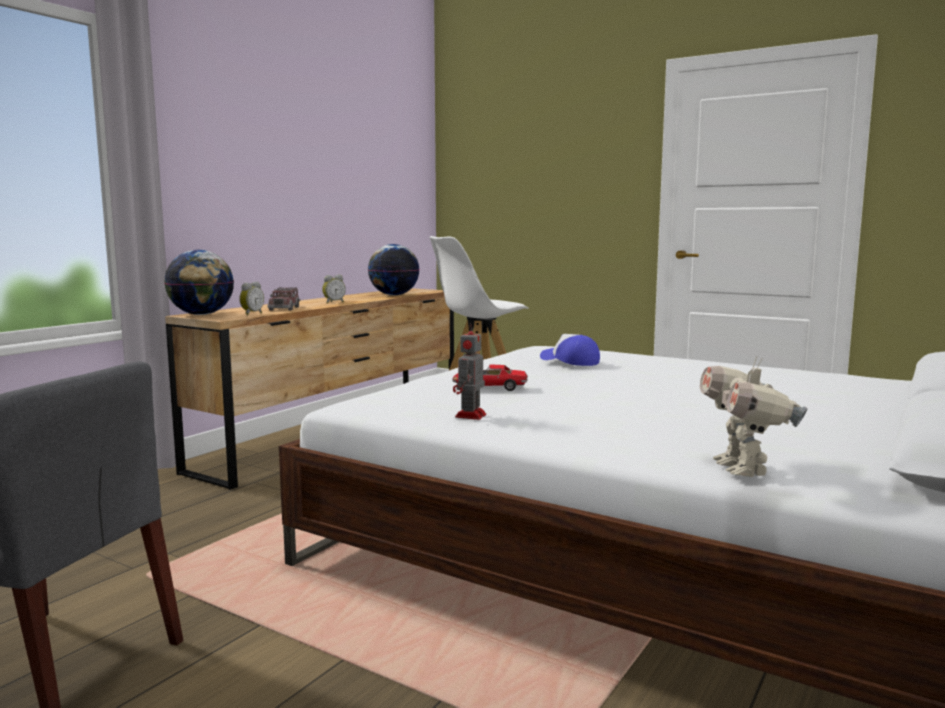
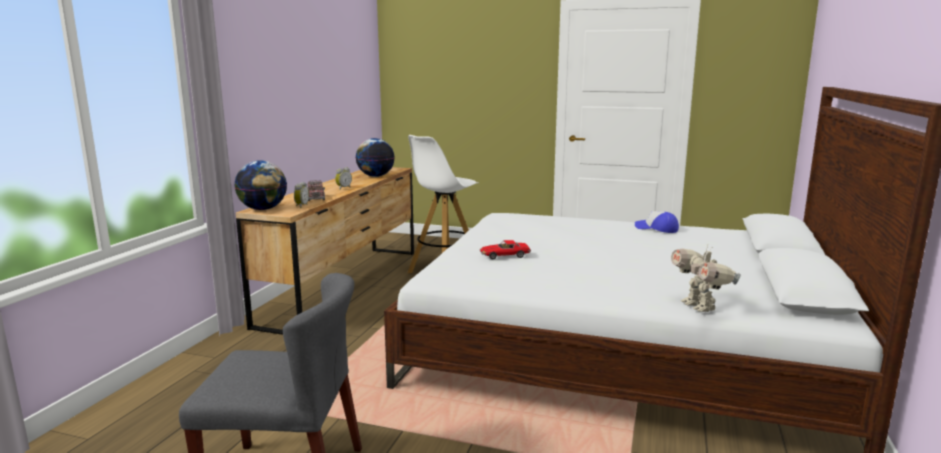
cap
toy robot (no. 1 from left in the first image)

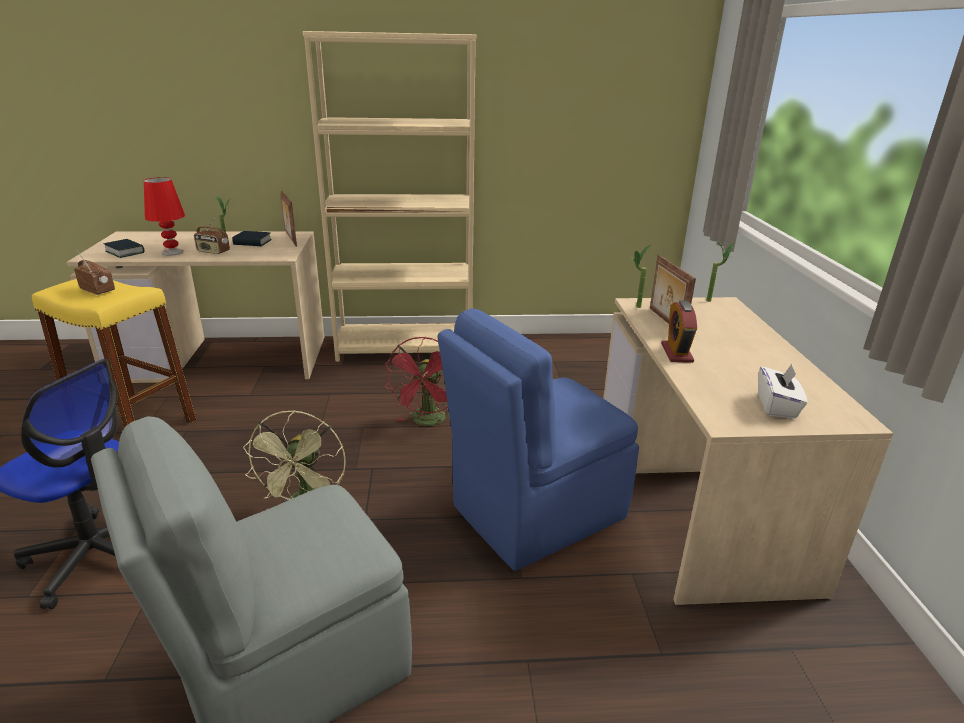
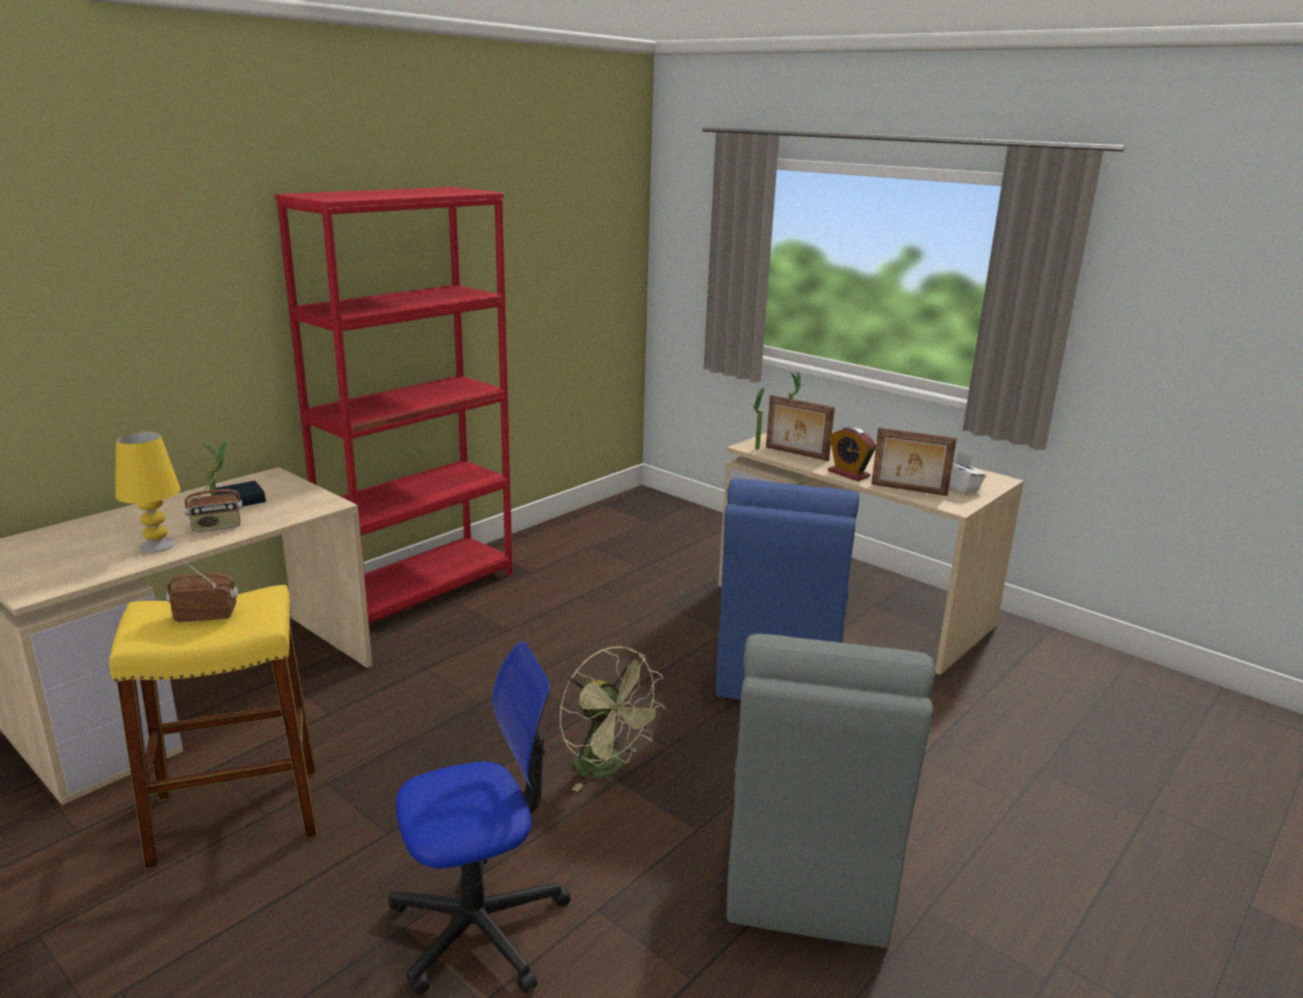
yellow table lamp
red bookcase
picture frame (no. 2 from left)
book (no. 1 from left in the first image)
red fan

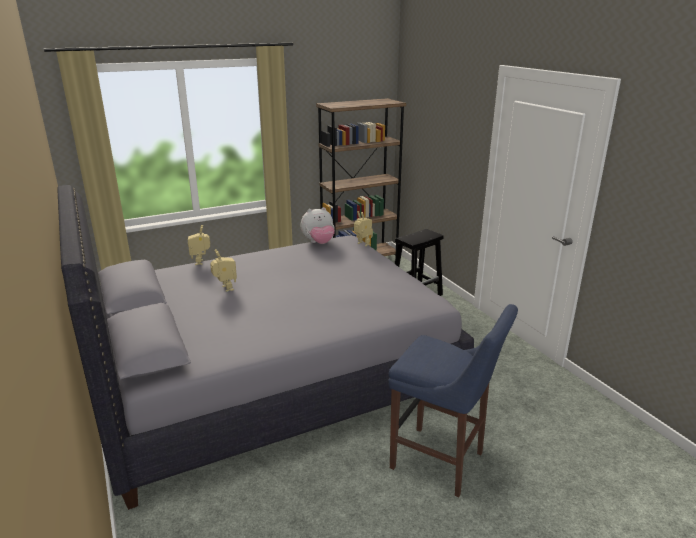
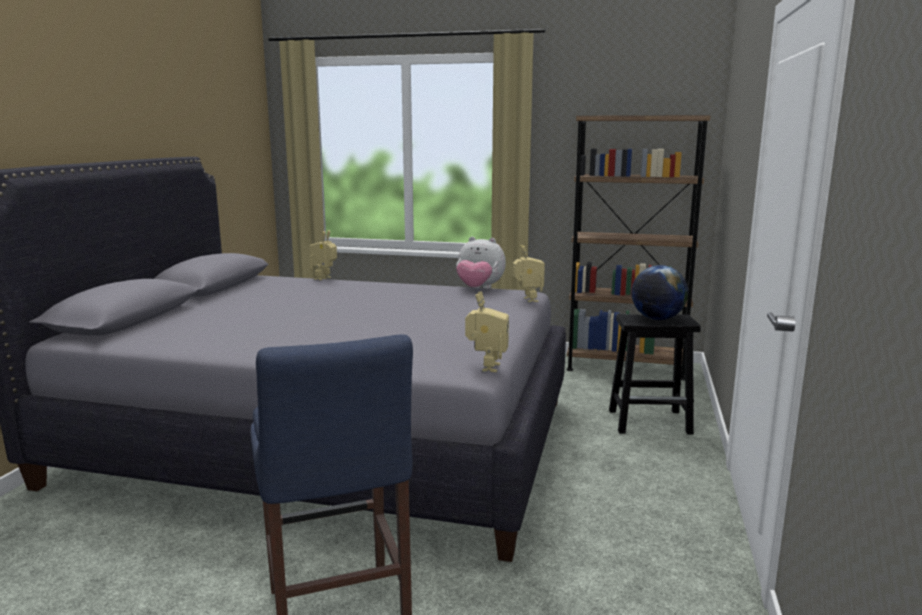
toy robot (no. 2 from left)
globe

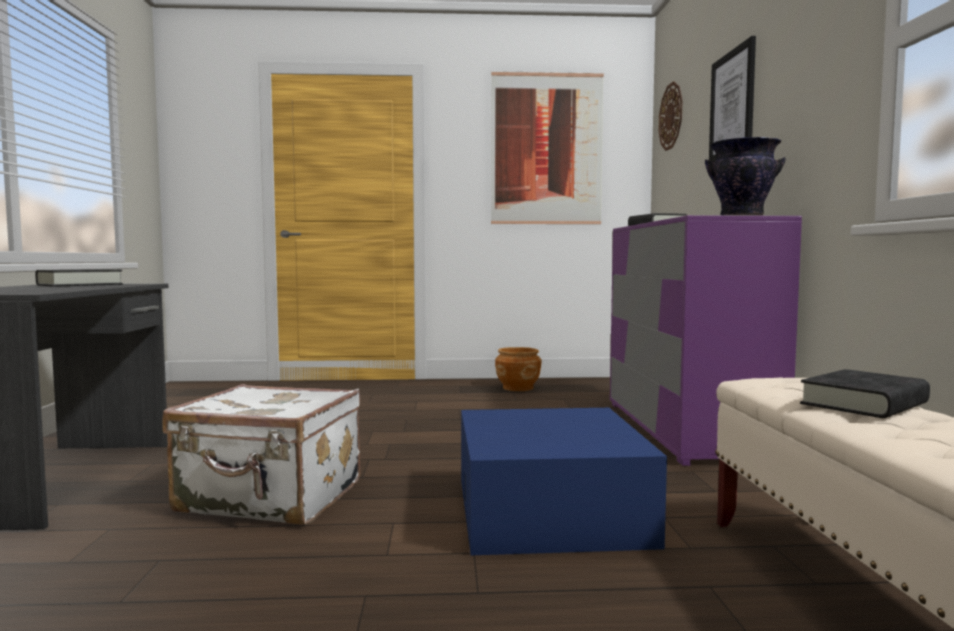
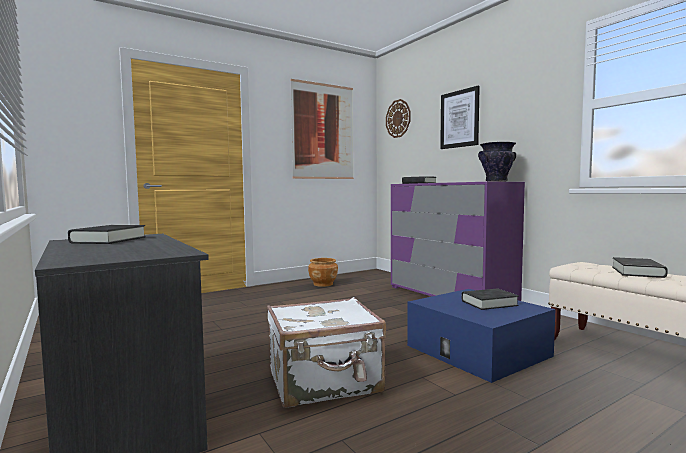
black book (no. 3 from left)

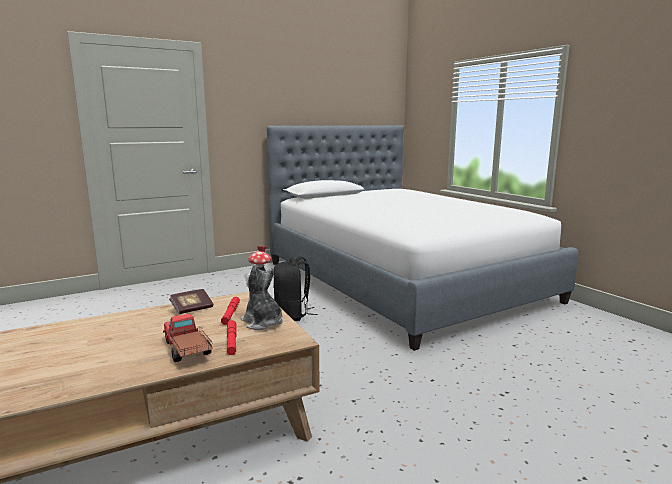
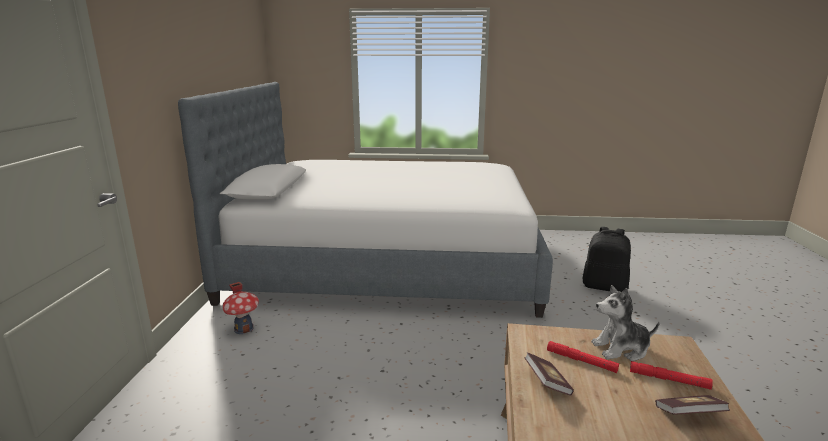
black backpack
book (no. 2 from left)

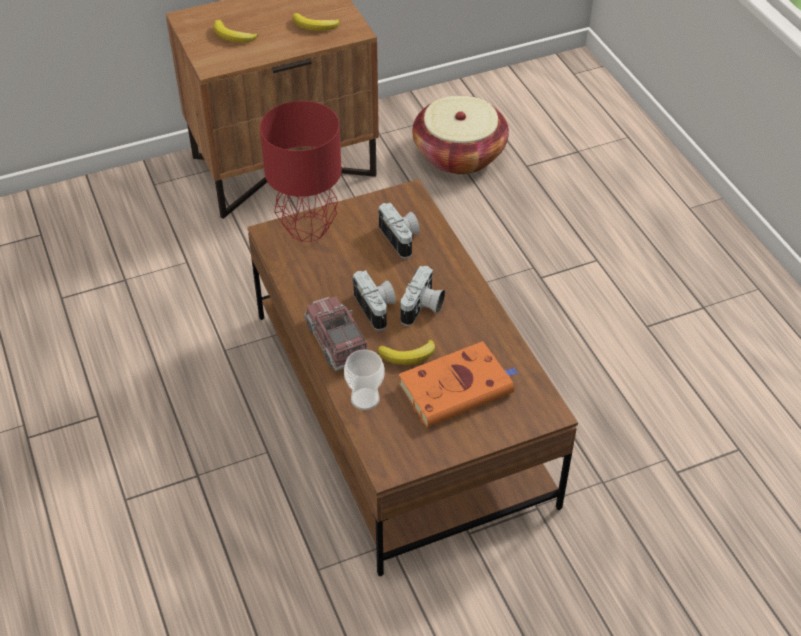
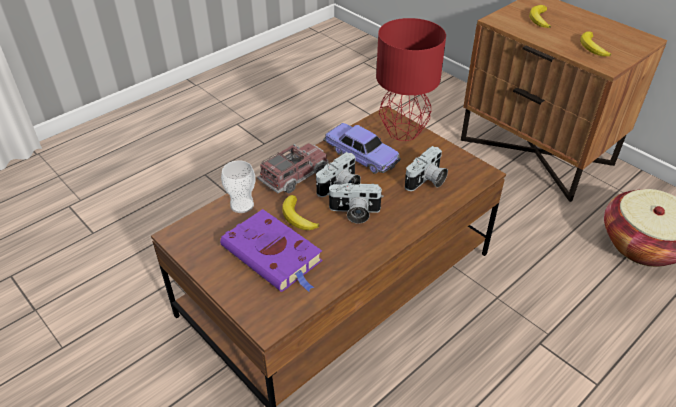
purple book
toy car

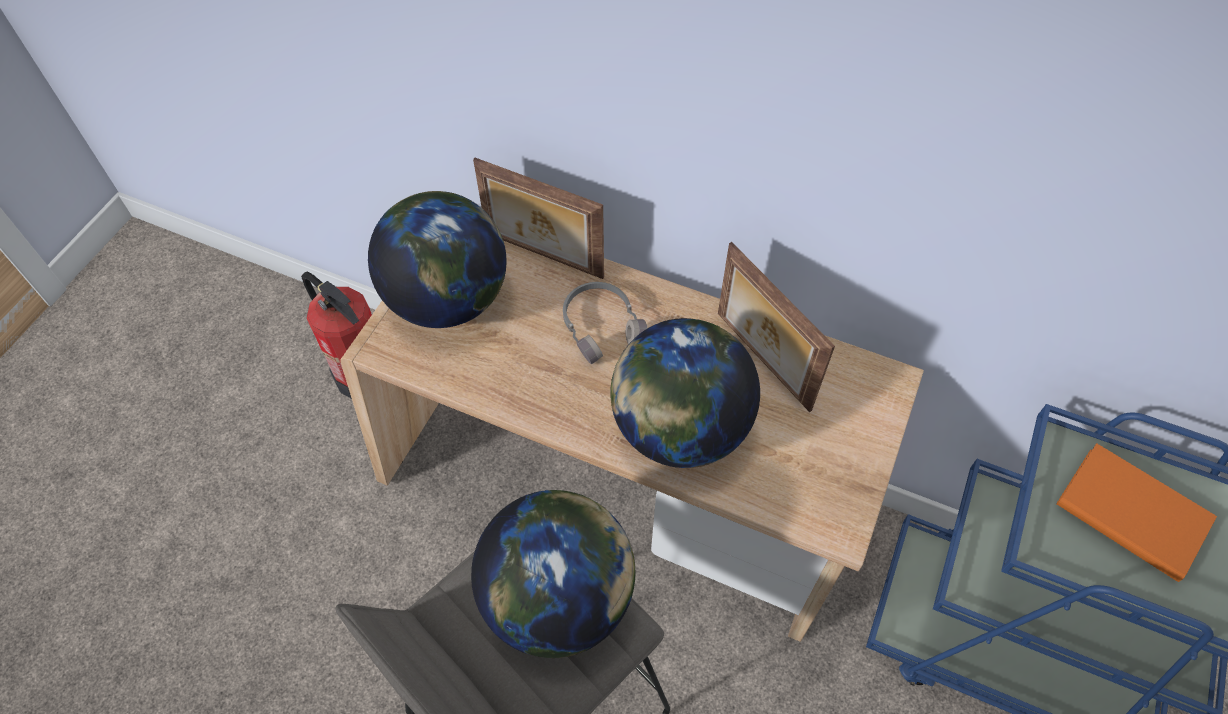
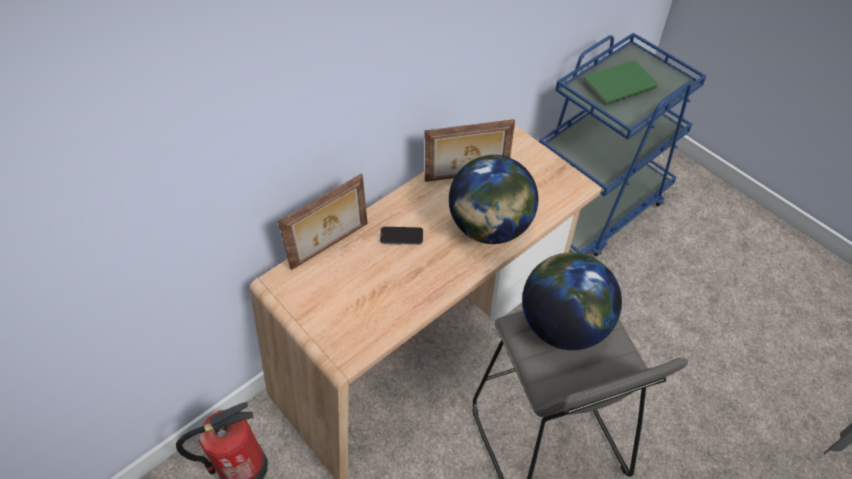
phone
green book
globe (no. 1 from left in the first image)

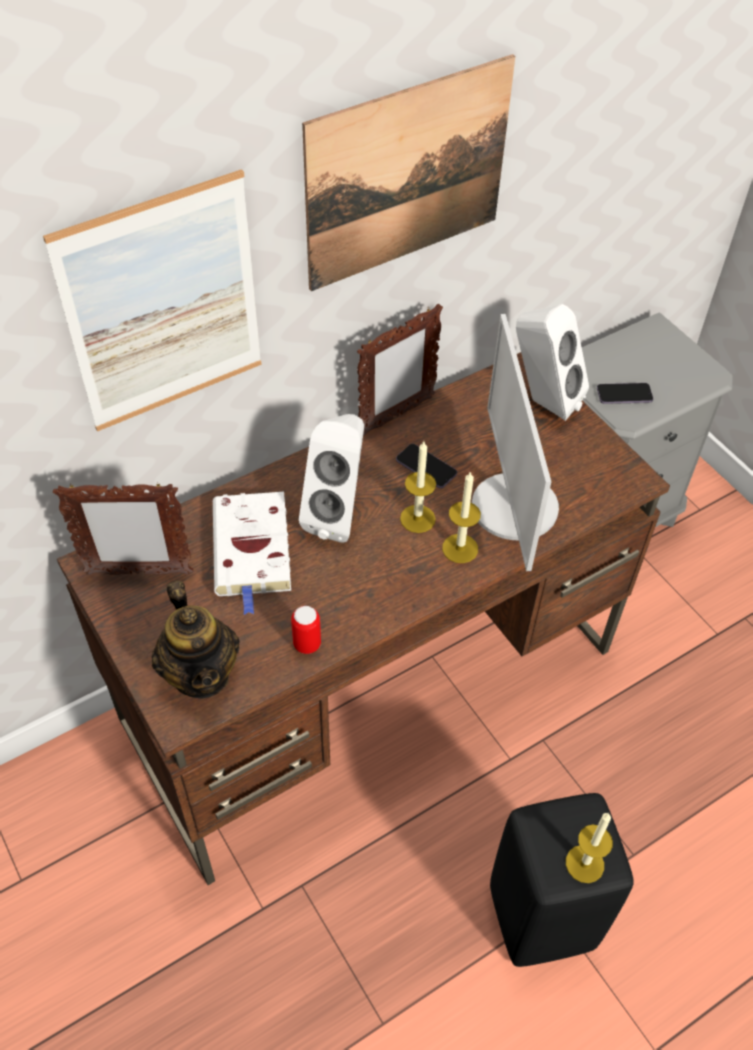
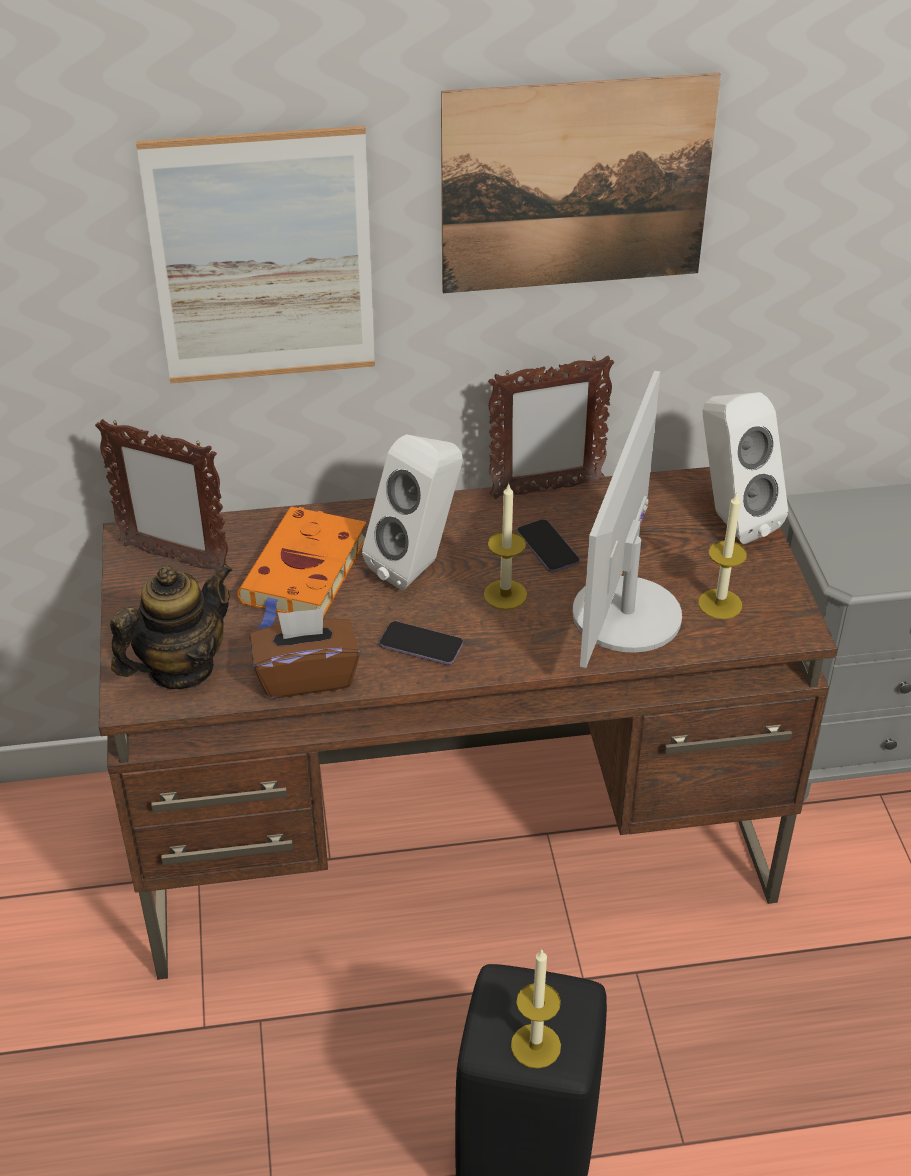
teapot
orange book
brown tissue box
phone (no. 1 from left)
candle (no. 3 from left)

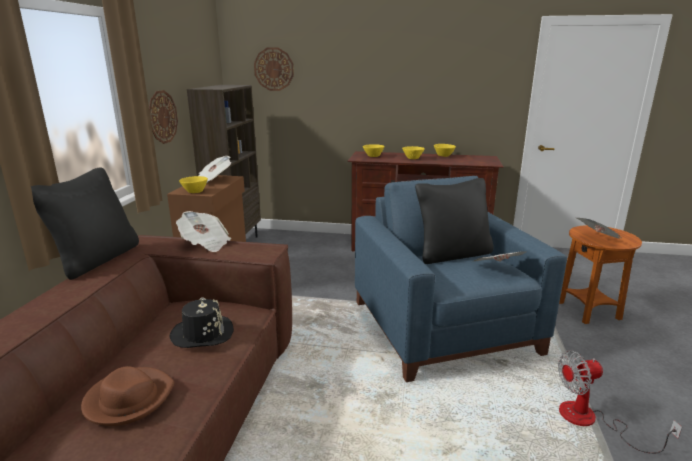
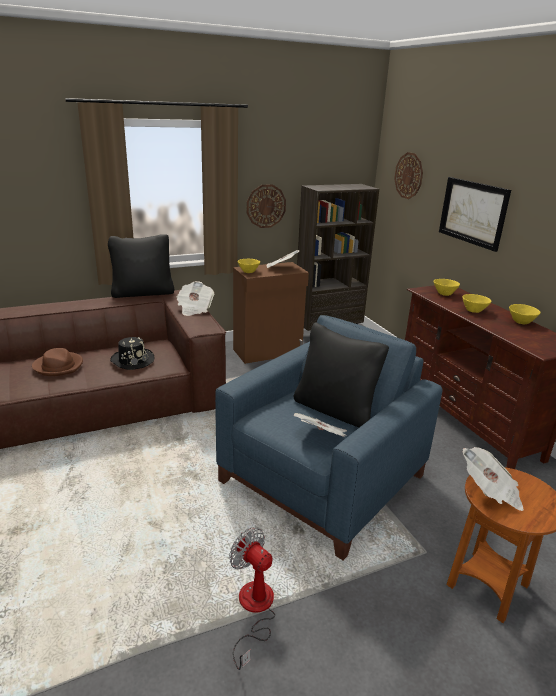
picture

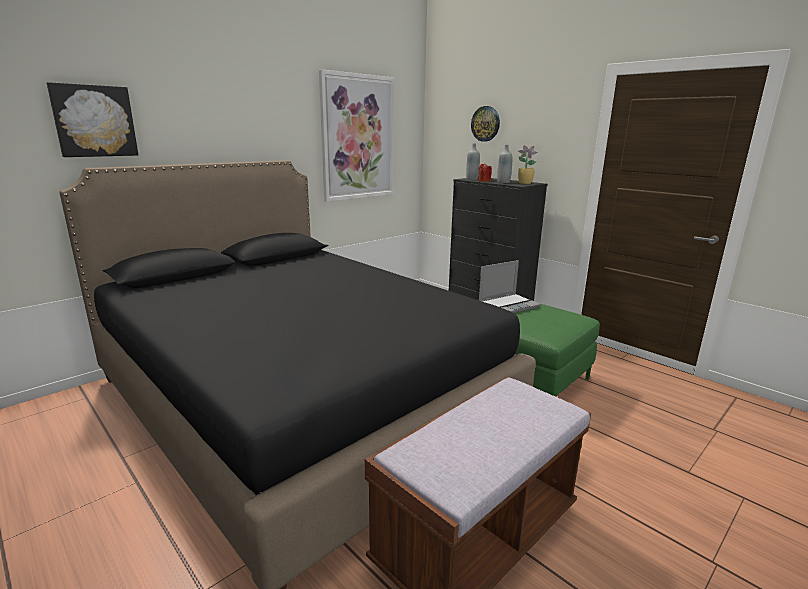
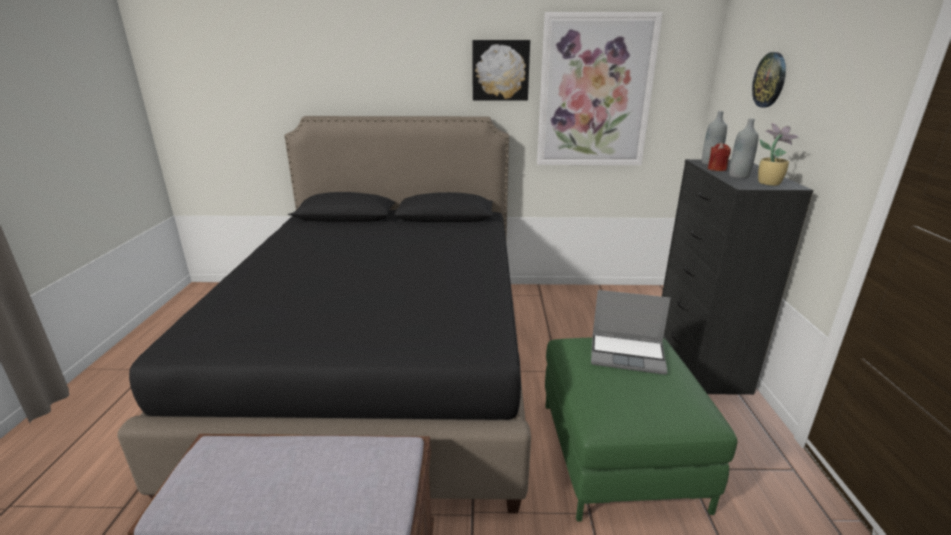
picture (no. 1 from left)

